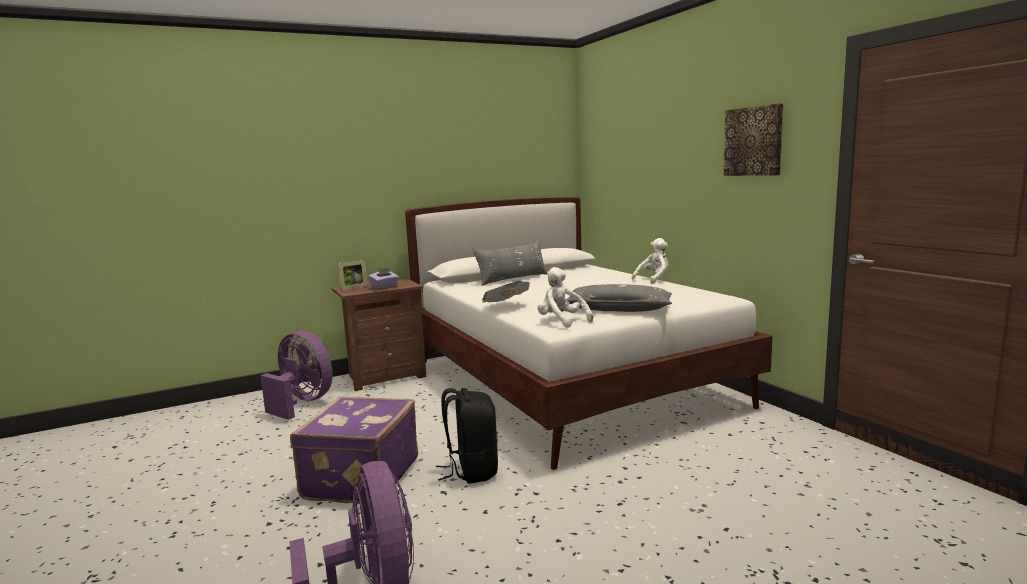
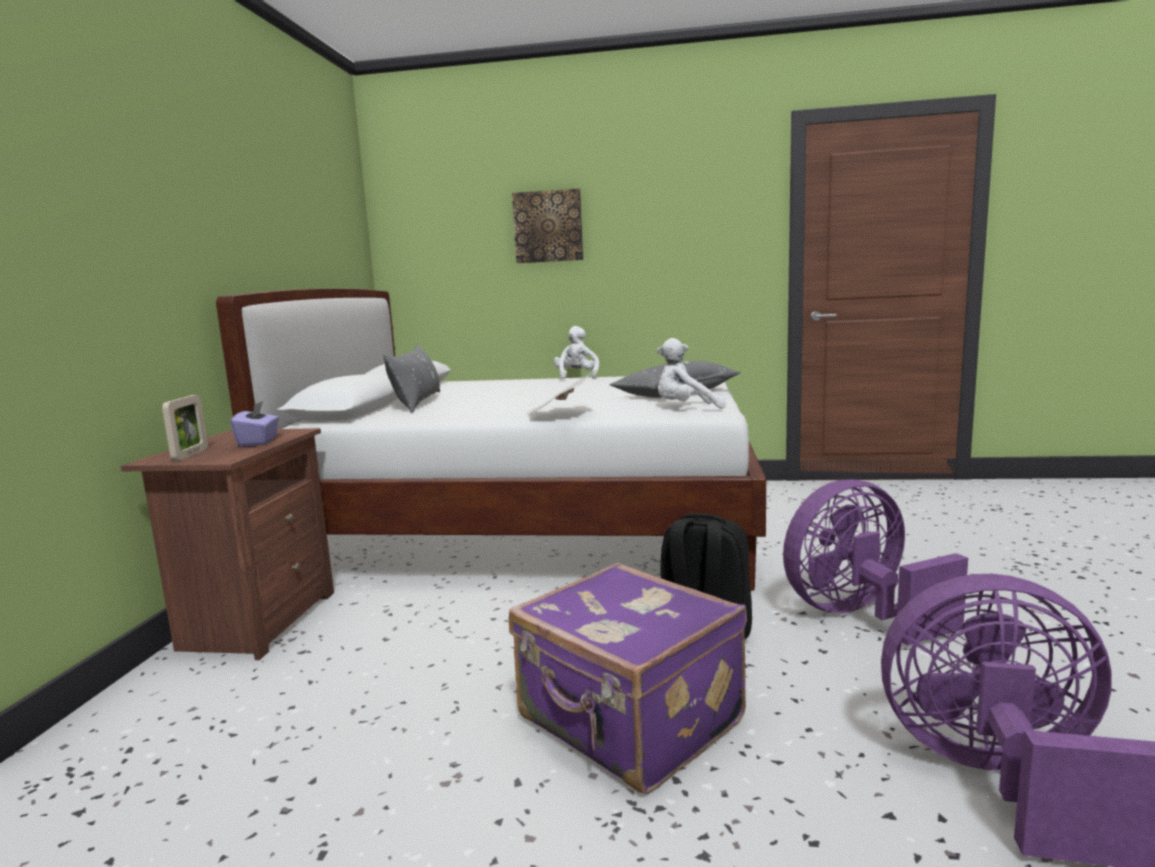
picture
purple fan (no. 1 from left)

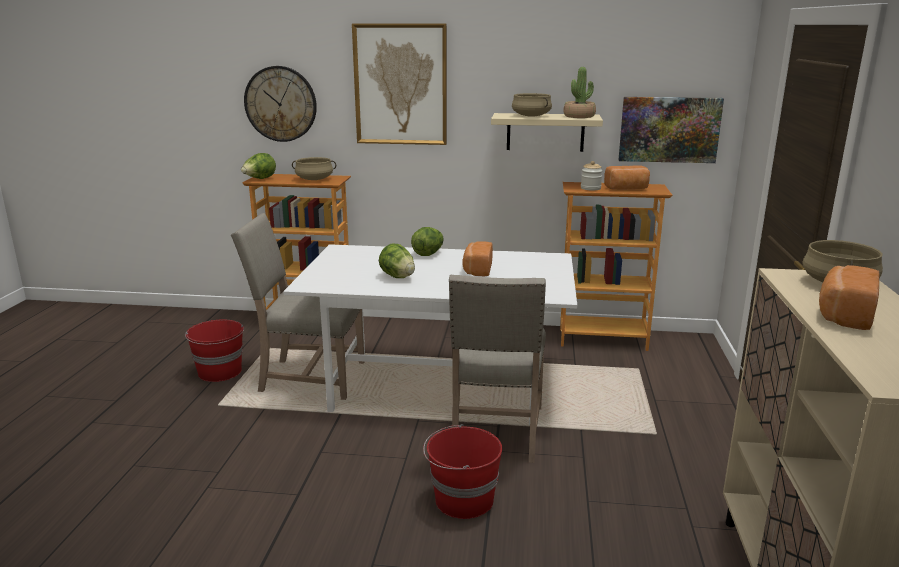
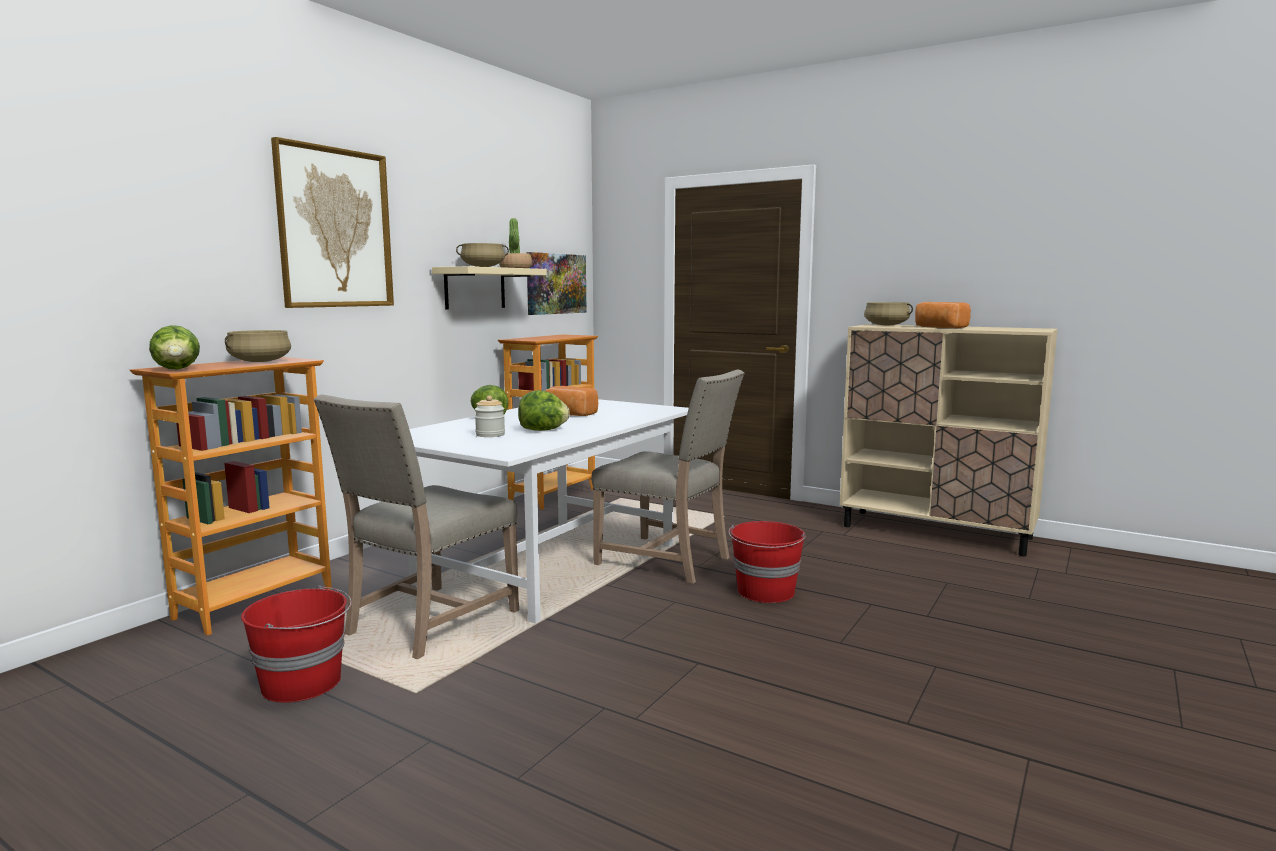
jar
wall clock
bread (no. 2 from left in the first image)

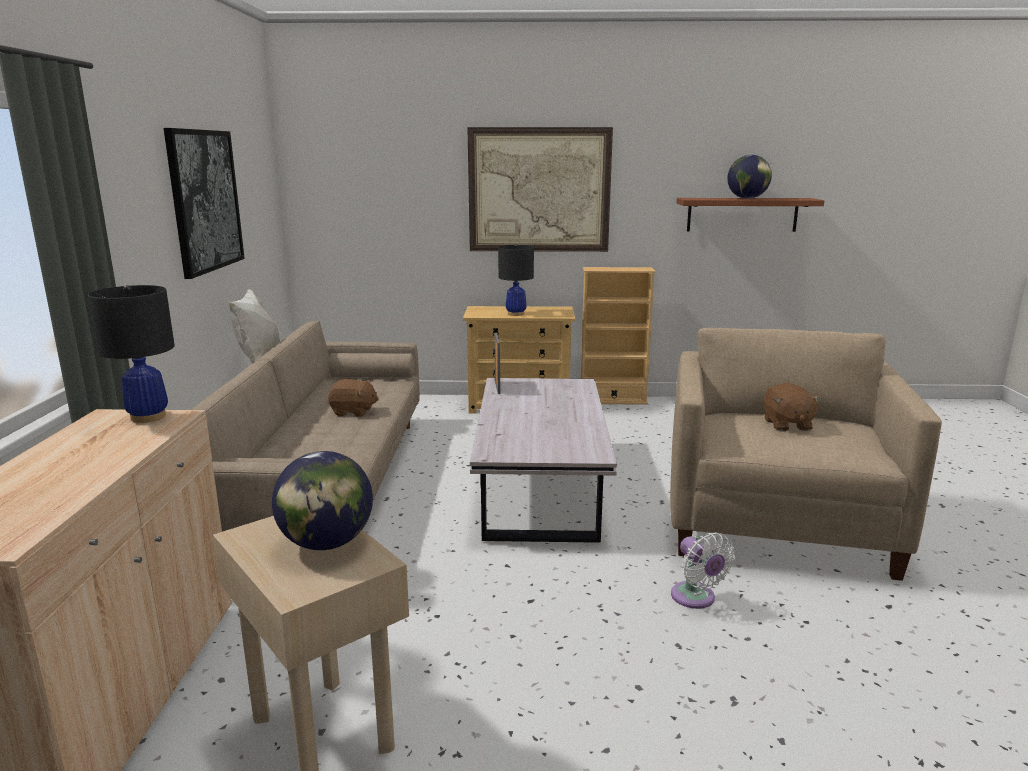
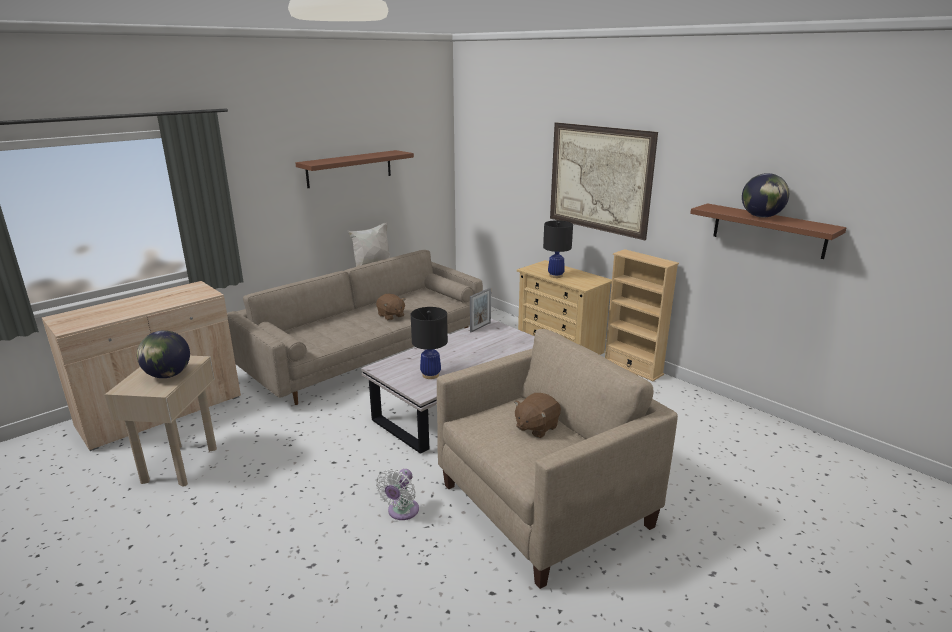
brown shelf (no. 1 from left)
black table lamp (no. 1 from left)

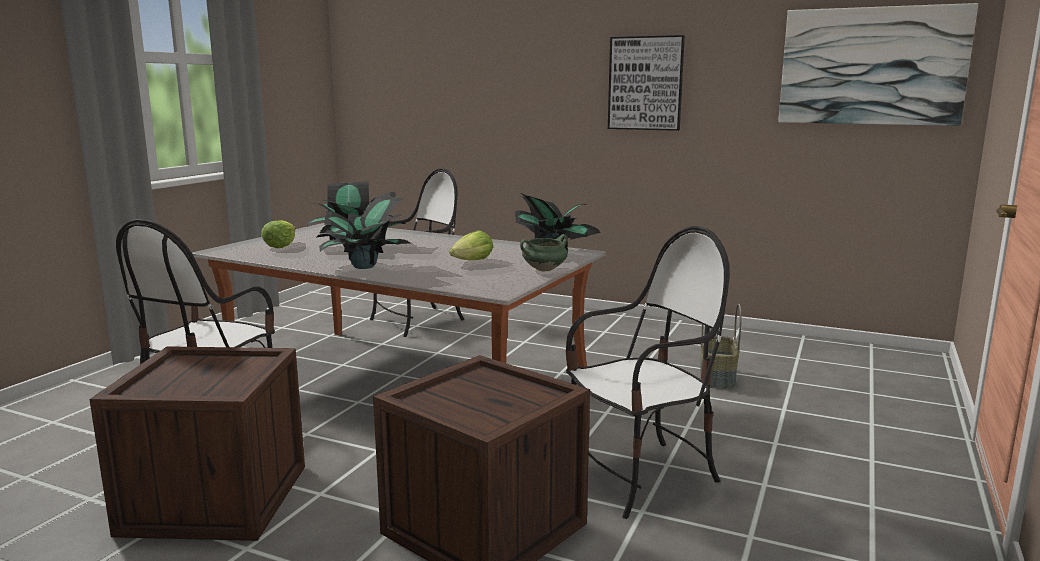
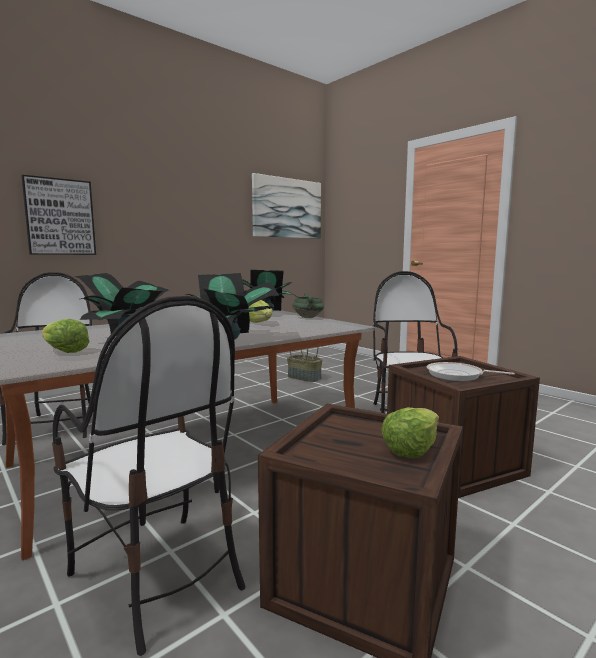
picture (no. 1 from left)
lettuce (no. 3 from left)
frying pan

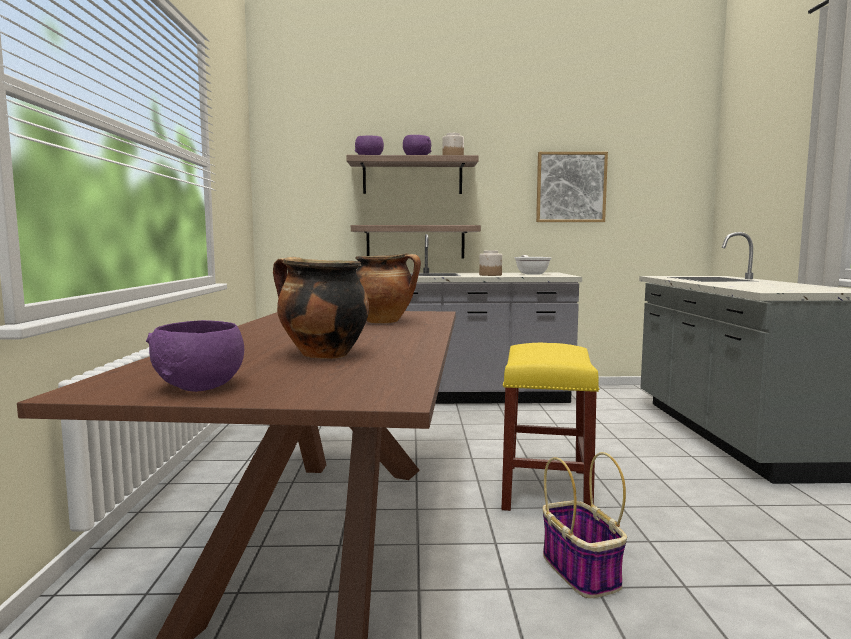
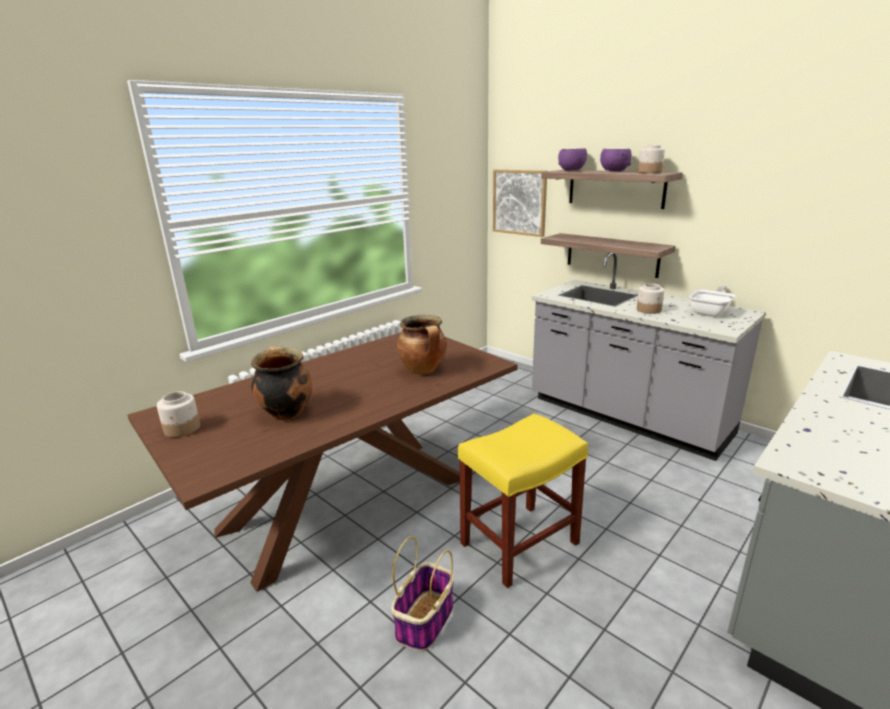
jar (no. 1 from left)
picture

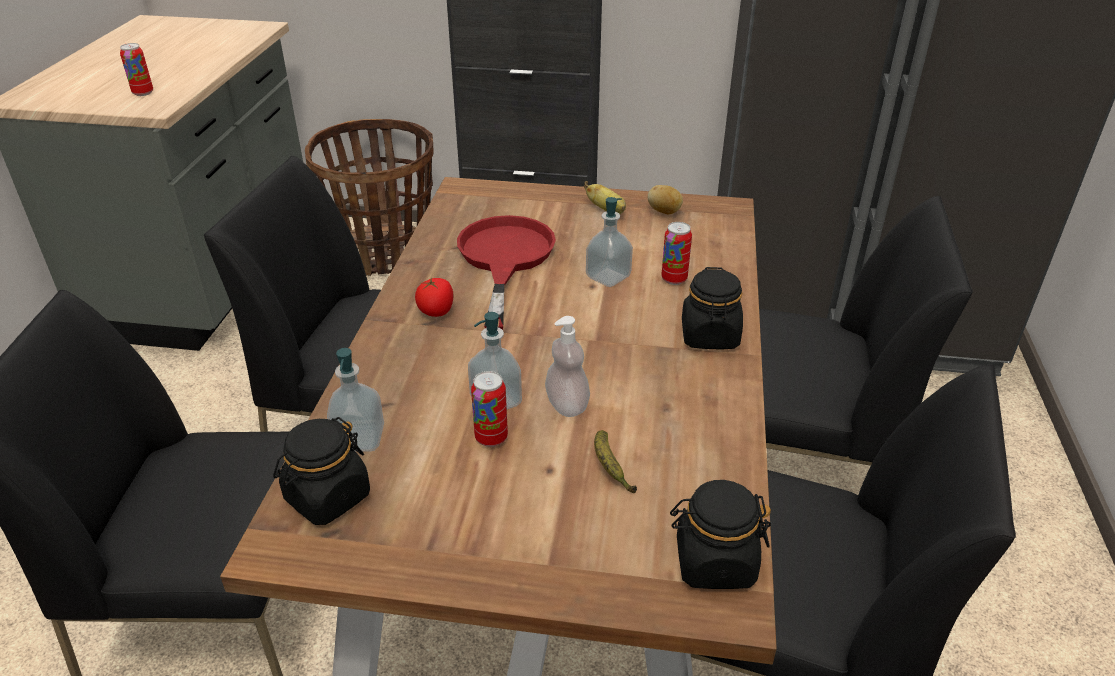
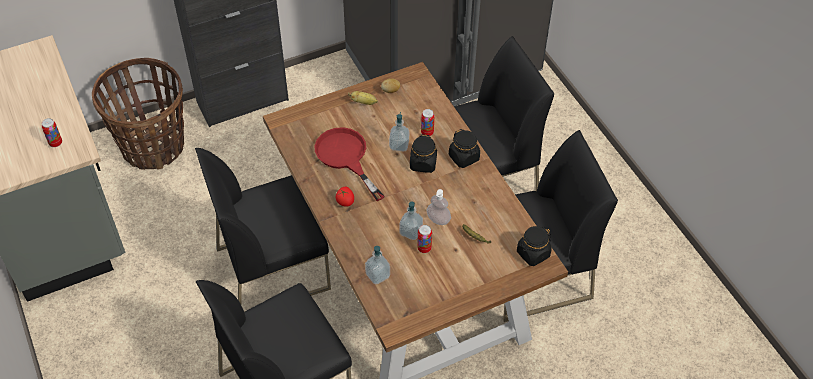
black jar (no. 1 from left)

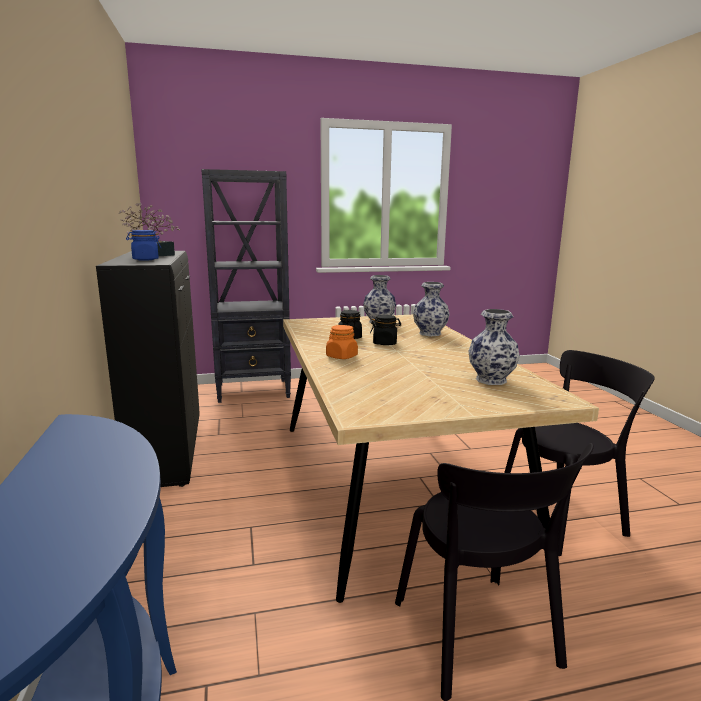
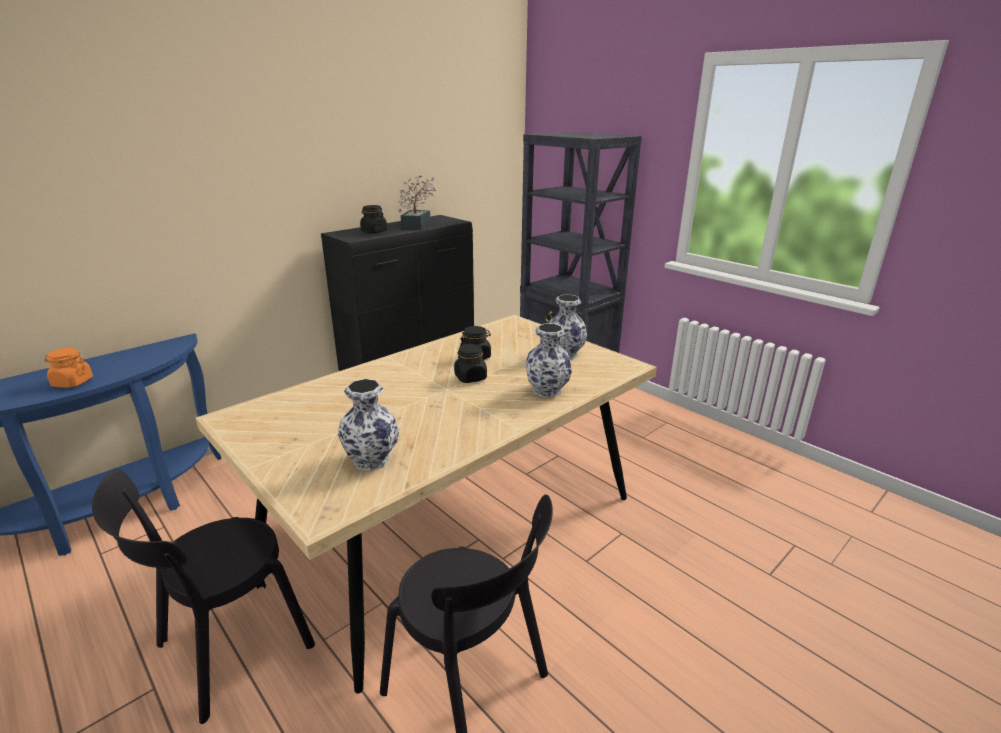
orange jar
black jar (no. 1 from left)

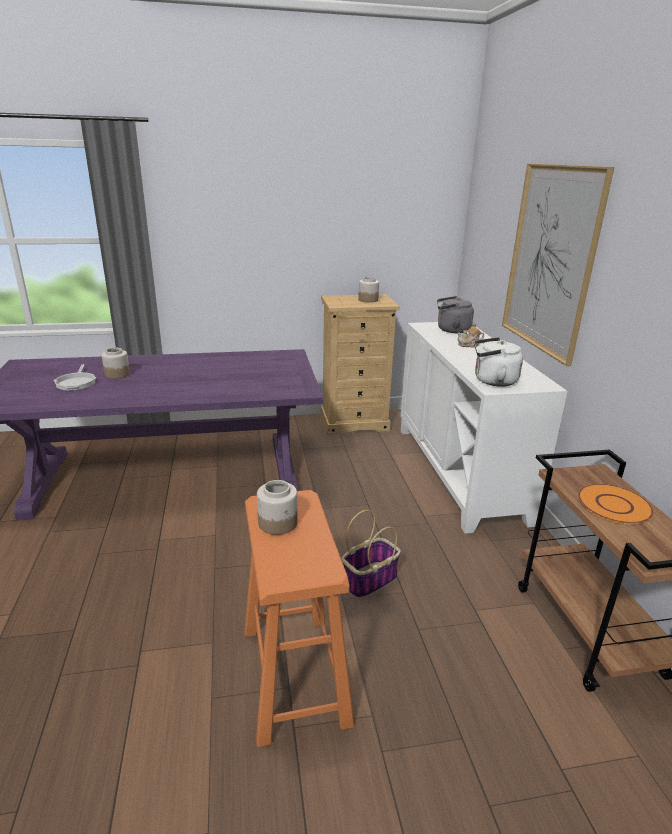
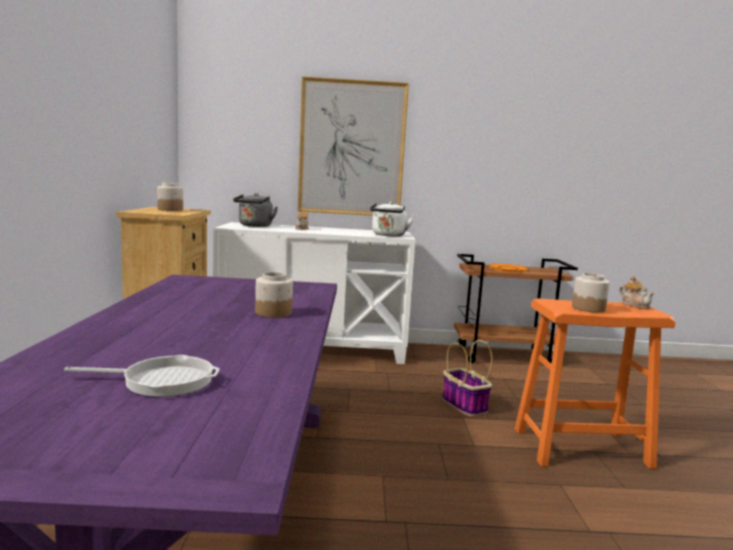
jar (no. 2 from left)
teapot (no. 2 from left)

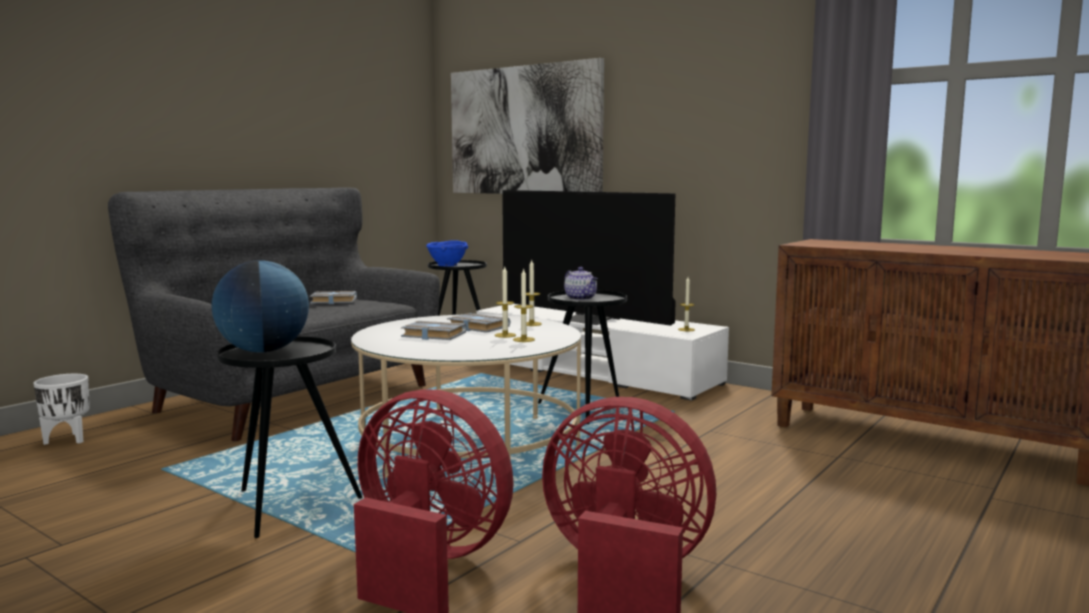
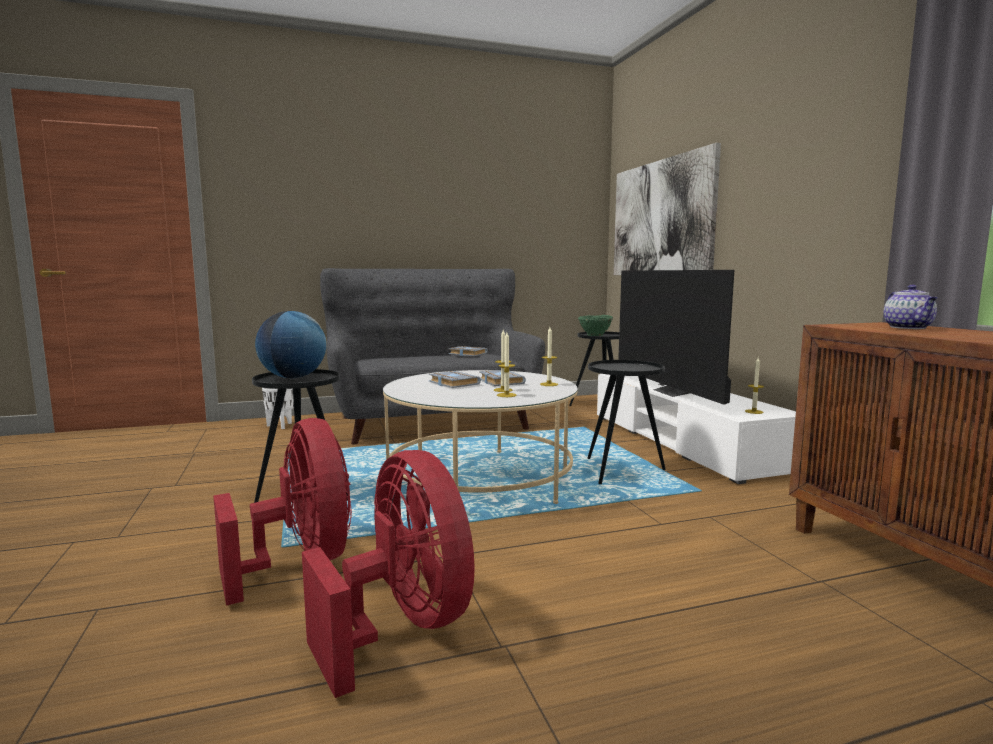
green bowl
teapot

